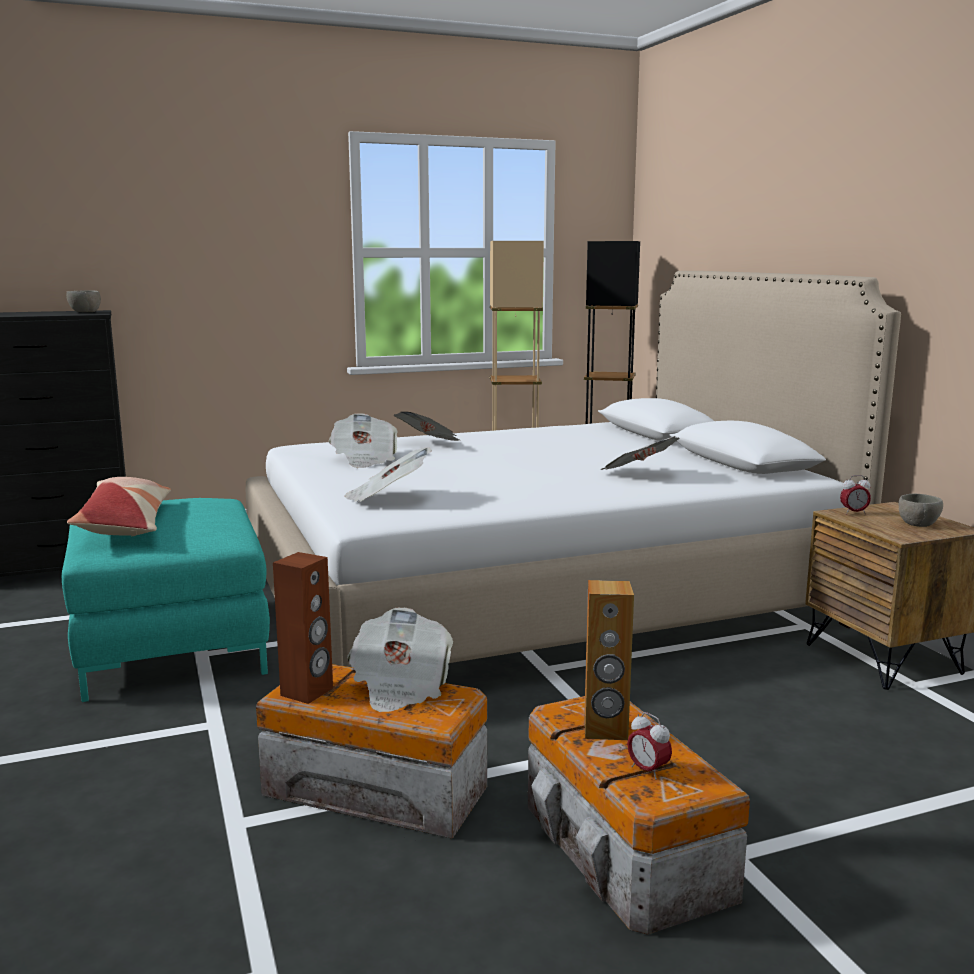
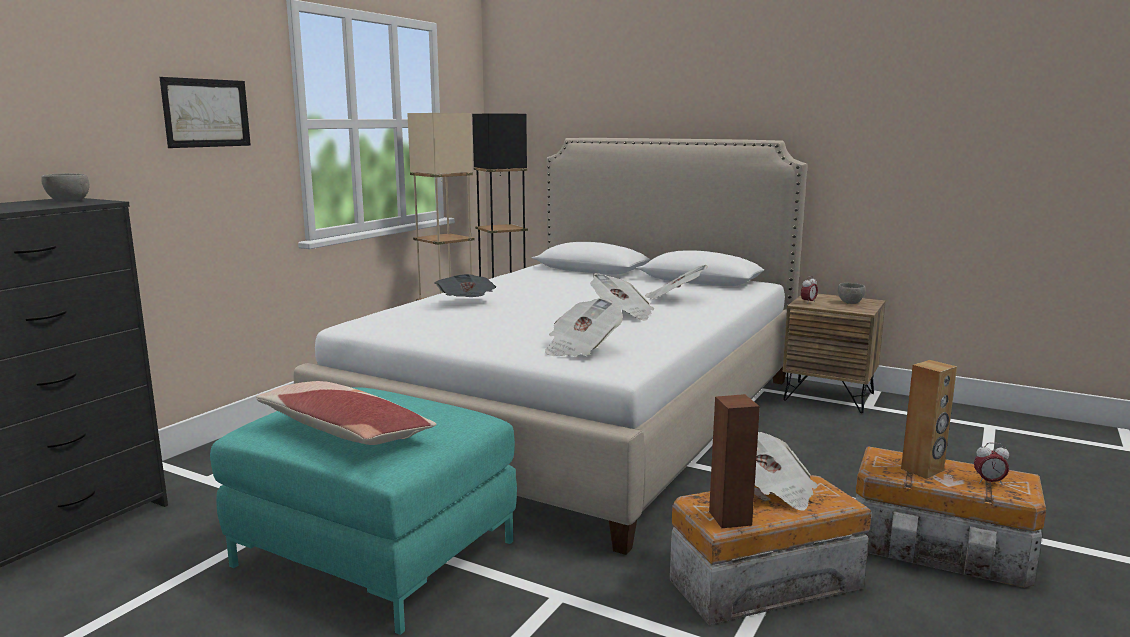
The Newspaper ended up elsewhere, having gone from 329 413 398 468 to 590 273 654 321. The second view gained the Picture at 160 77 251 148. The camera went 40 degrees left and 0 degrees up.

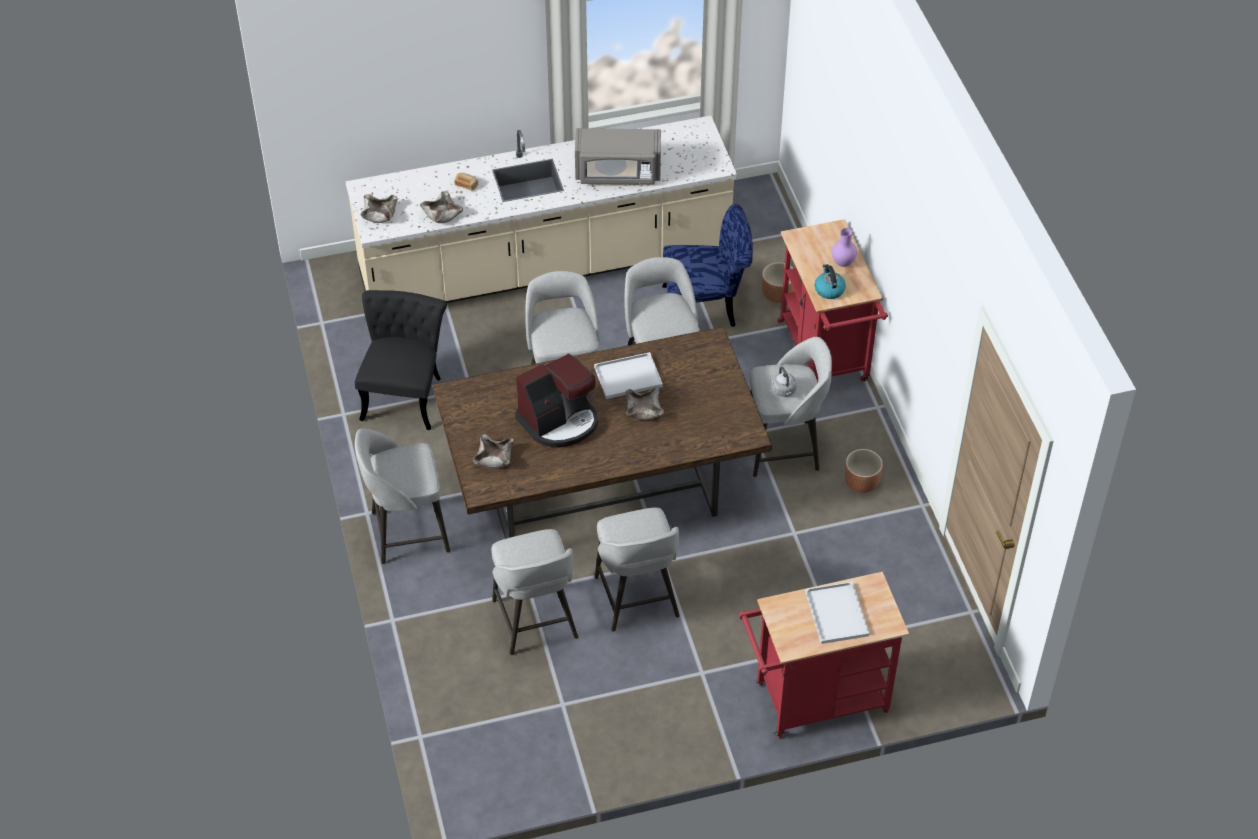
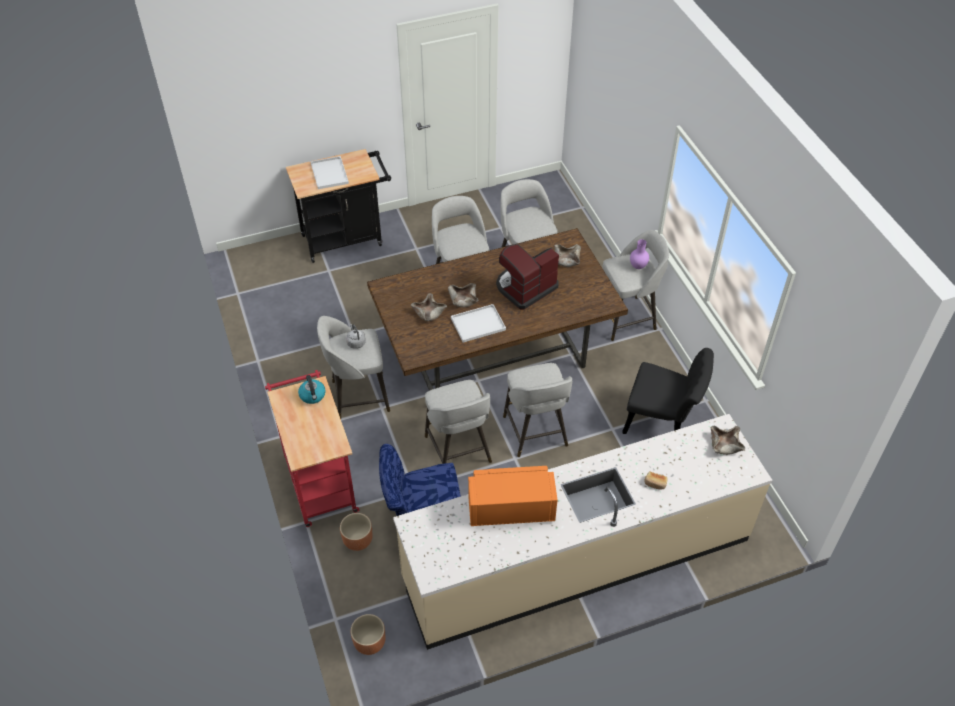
The BlackChair at 355 290 447 430 ended up facing another way, 75 degrees counterclockwise from before. The BeigeBowl ended up elsewhere, having gone from 420 192 463 223 to 411 293 447 321. What was the GreyMicrowave at 575 128 661 185 turned into the OrangeMicrowave at 468 466 557 526. What was the RedCart at 739 572 909 738 turned into the BlackCart at 286 149 391 263. The PurpleVase ended up elsewhere, having gone from 832 228 857 267 to 630 239 649 269. The BrownPlanter ended up elsewhere, having gone from 844 449 883 493 to 351 614 386 655. The camera went 175 degrees right and 0 degrees up.

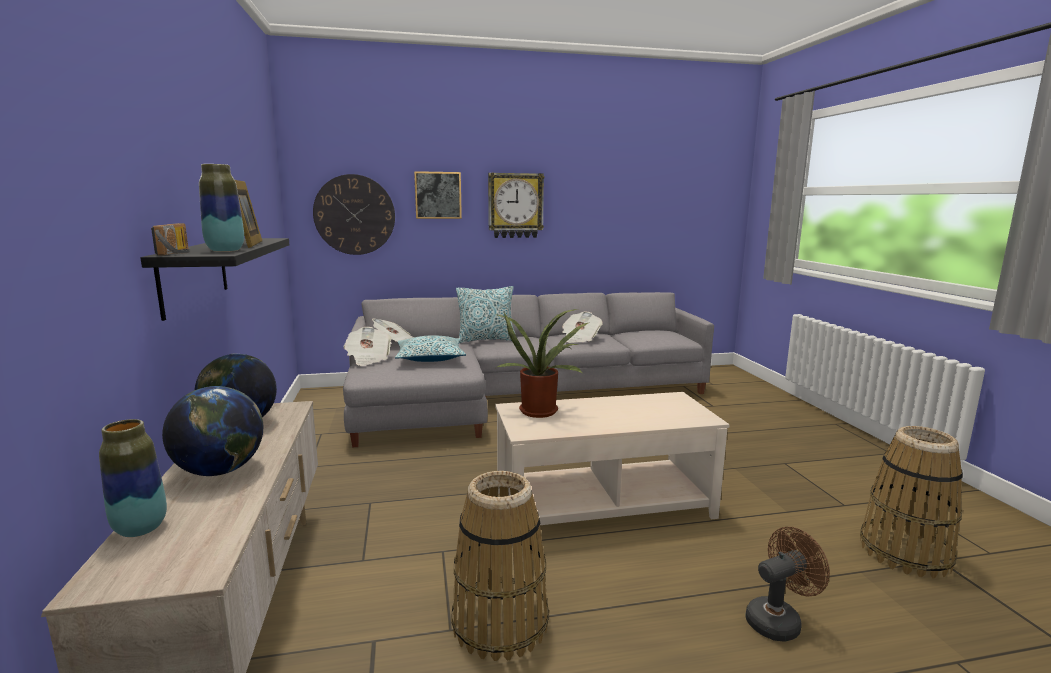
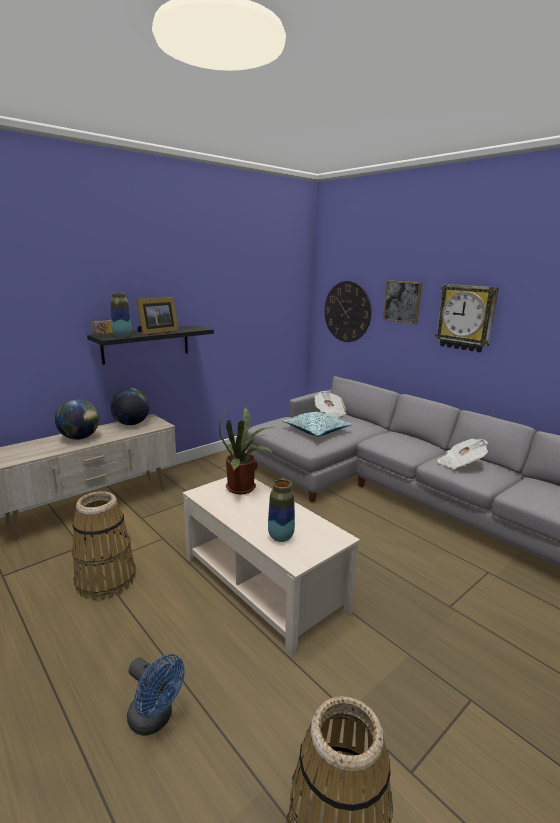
The Vase ended up elsewhere, having gone from 99 419 167 537 to 268 479 295 542. The second view lost the Newspaper at 344 327 392 366. The second view lost the Pillow at 456 286 515 343. What was the BrownFan at 745 527 830 642 turned into the BlueFan at 127 654 185 736. The camera went 60 degrees right and 5 degrees up.

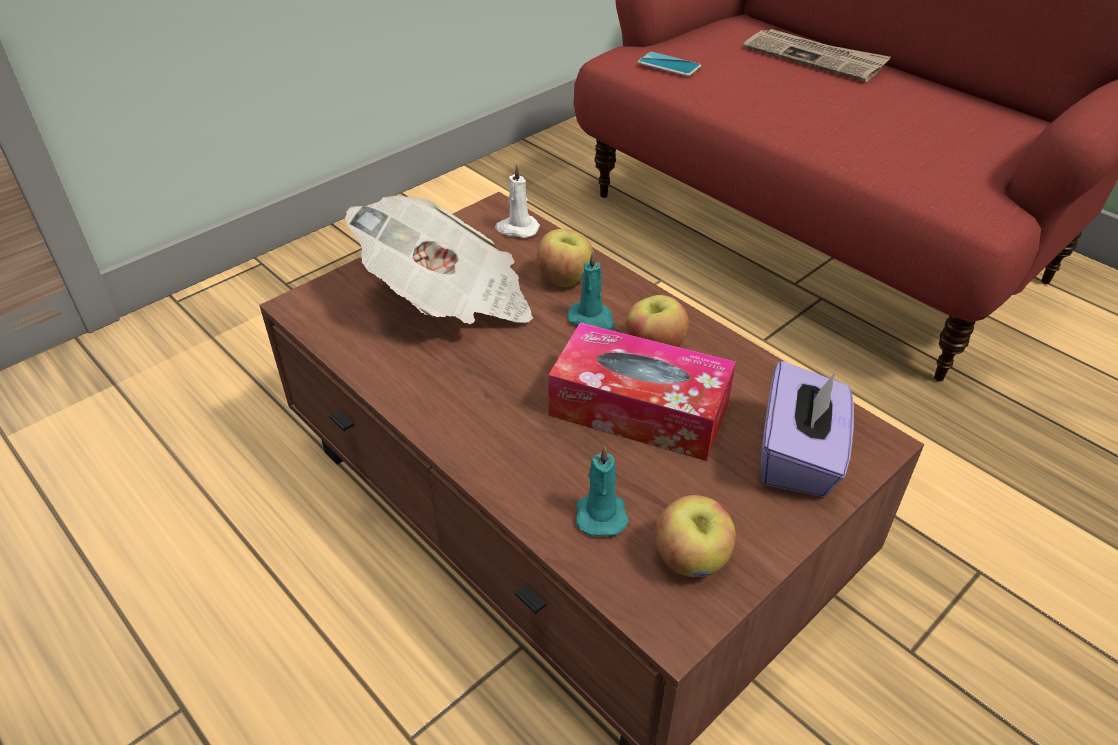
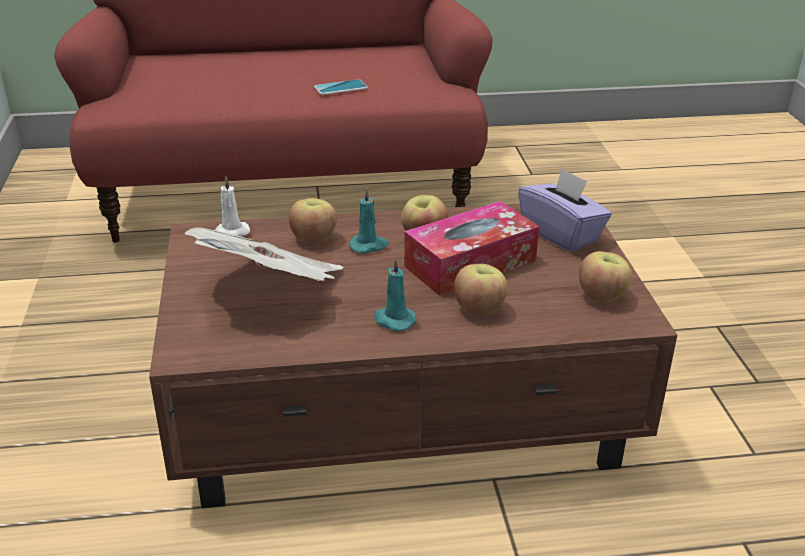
The TurquoiseCandle ended up elsewhere, having gone from 576 445 629 536 to 374 257 416 331. The Phone ended up elsewhere, having gone from 638 52 701 76 to 314 79 368 95. The second view lost the Newspaper at 743 29 891 82. The second view gained the Apple at 454 264 508 316. The camera went 55 degrees left and 10 degrees down.

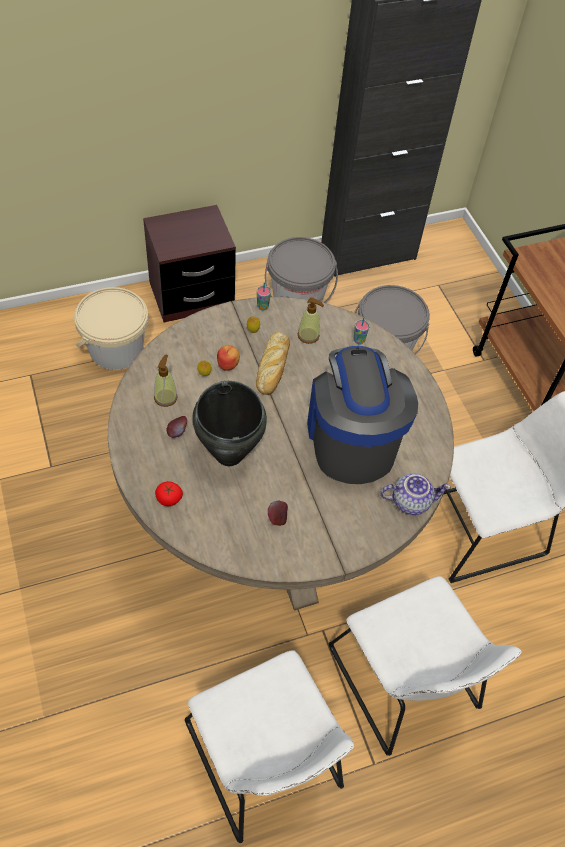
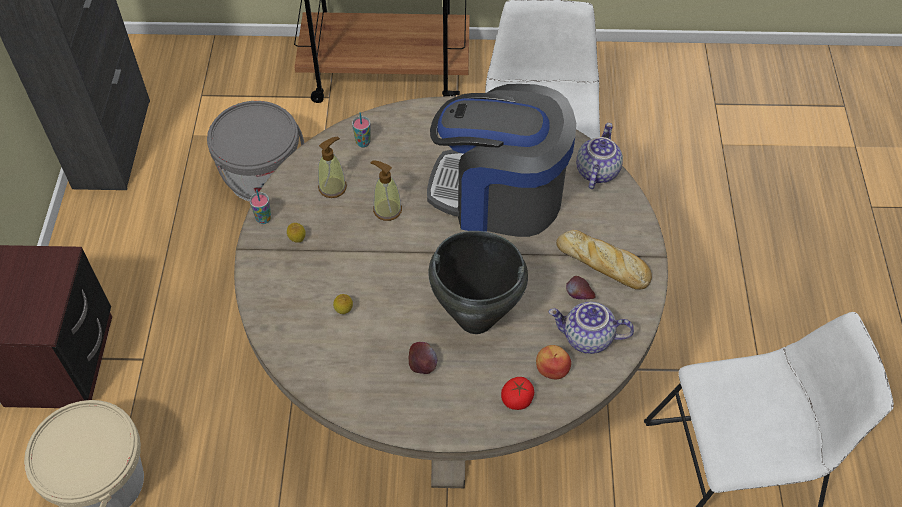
The SoapDispenser ended up elsewhere, having gone from 154 354 178 407 to 371 161 402 221. The Apple ended up elsewhere, having gone from 217 345 240 371 to 536 345 571 379. The Bread ended up elsewhere, having gone from 256 332 290 395 to 556 230 652 290. The second view lost the GreyBucket at 265 237 338 303. The second view lost the WhiteChair at 329 576 522 756. The second view gained the Teapot at 549 302 634 354. The camera went 65 degrees left and 0 degrees up.

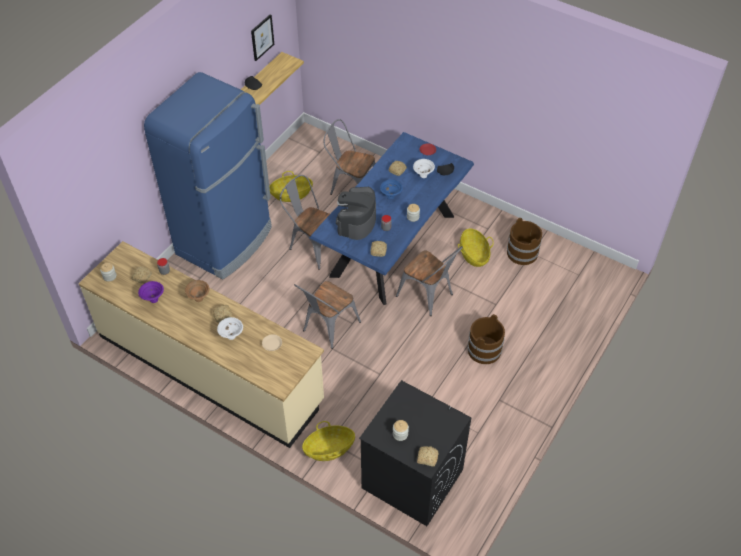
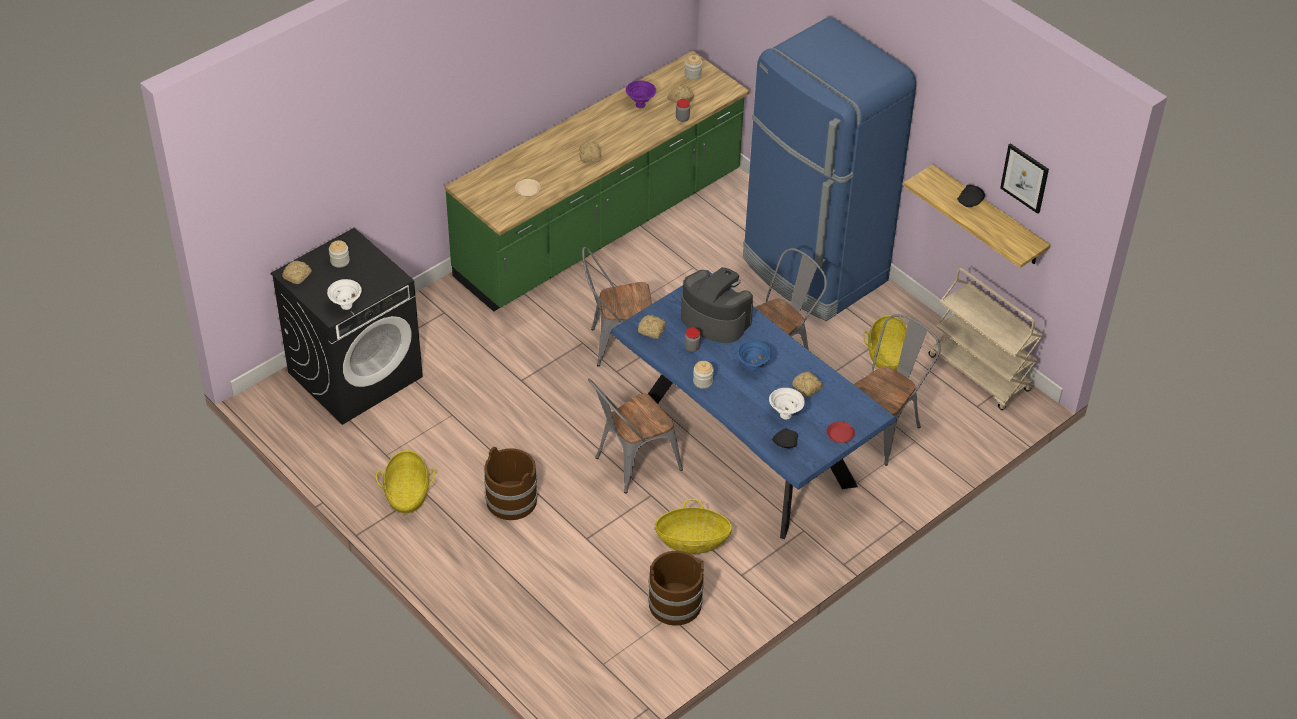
What was the BeigeCounter at 78 241 324 448 turned into the GreenCounter at 444 51 749 312. The second view lost the BrownBowl at 185 280 209 302. The WhiteBowl ended up elsewhere, having gone from 217 317 243 340 to 327 279 362 310. The GreyChair at 294 281 361 349 ended up facing another way, 60 degrees counterclockwise from before. The Basket ended up elsewhere, having gone from 302 421 355 461 to 376 450 435 513. The second view gained the BeigeCart at 928 268 1043 410. The camera went 105 degrees right and 5 degrees down.

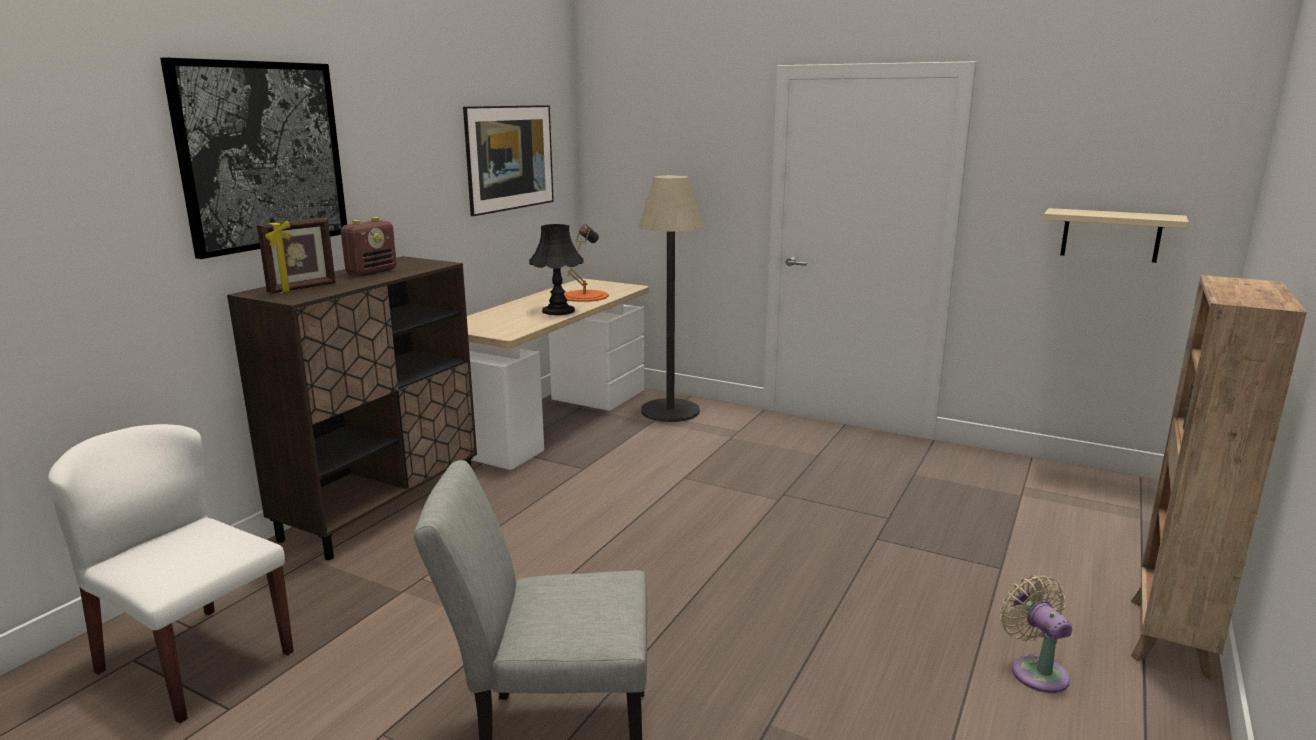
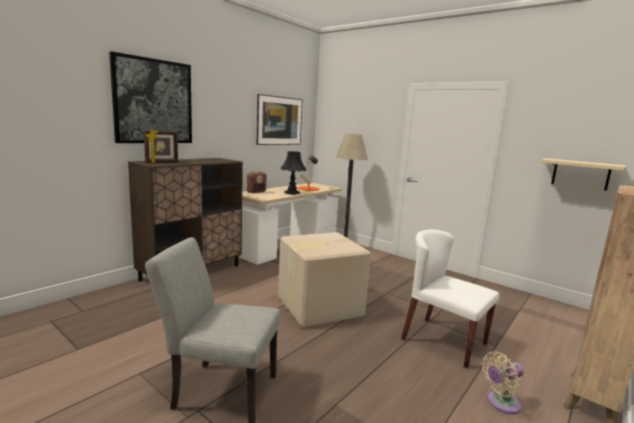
The WhiteChair ended up elsewhere, having gone from 48 424 294 723 to 401 229 499 368. The Radio ended up elsewhere, having gone from 341 217 397 276 to 247 171 266 193. The BeigeFan at 1000 575 1072 693 ended up facing another way, 105 degrees counterclockwise from before. The second view gained the CardboardBox at 278 232 371 328. The camera went 10 degrees right and 5 degrees down.

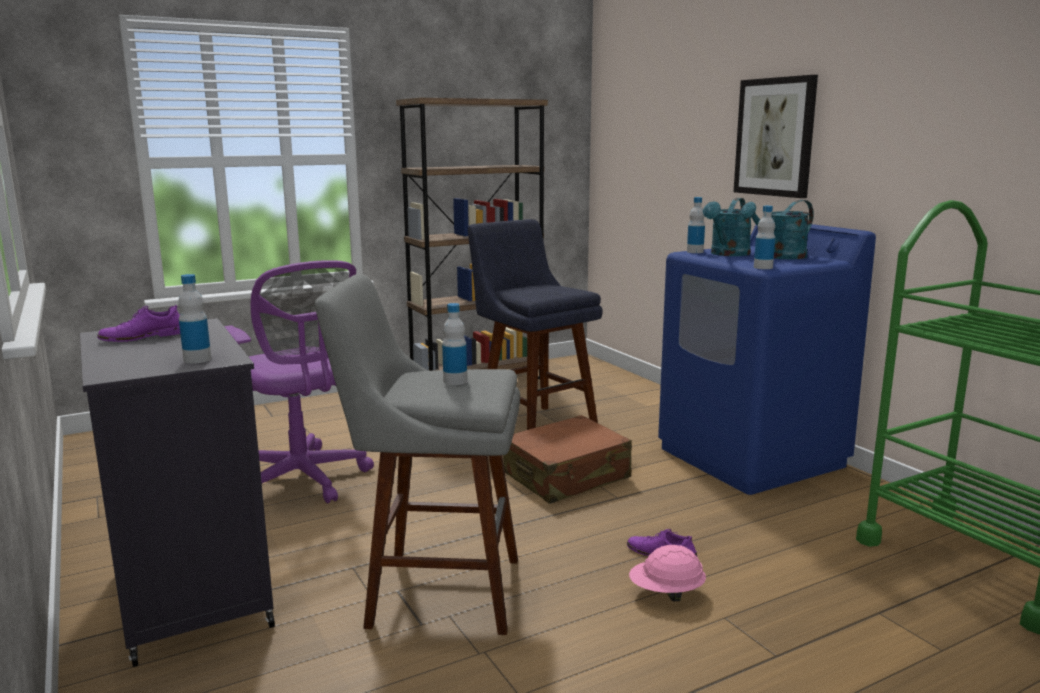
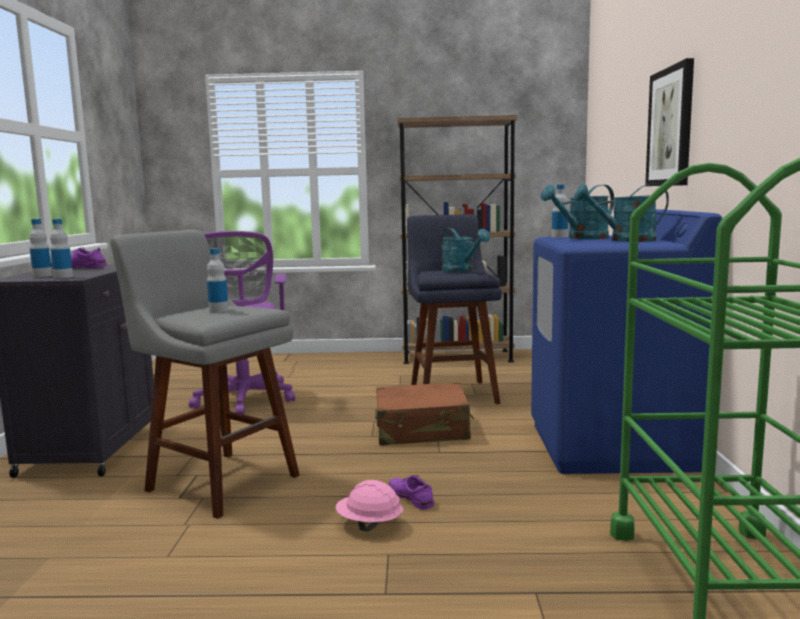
The Bottle ended up elsewhere, having gone from 754 206 775 269 to 29 219 52 277. The second view gained the TurquoiseWateringCan at 441 228 490 273. The camera went 30 degrees right and 5 degrees down.

